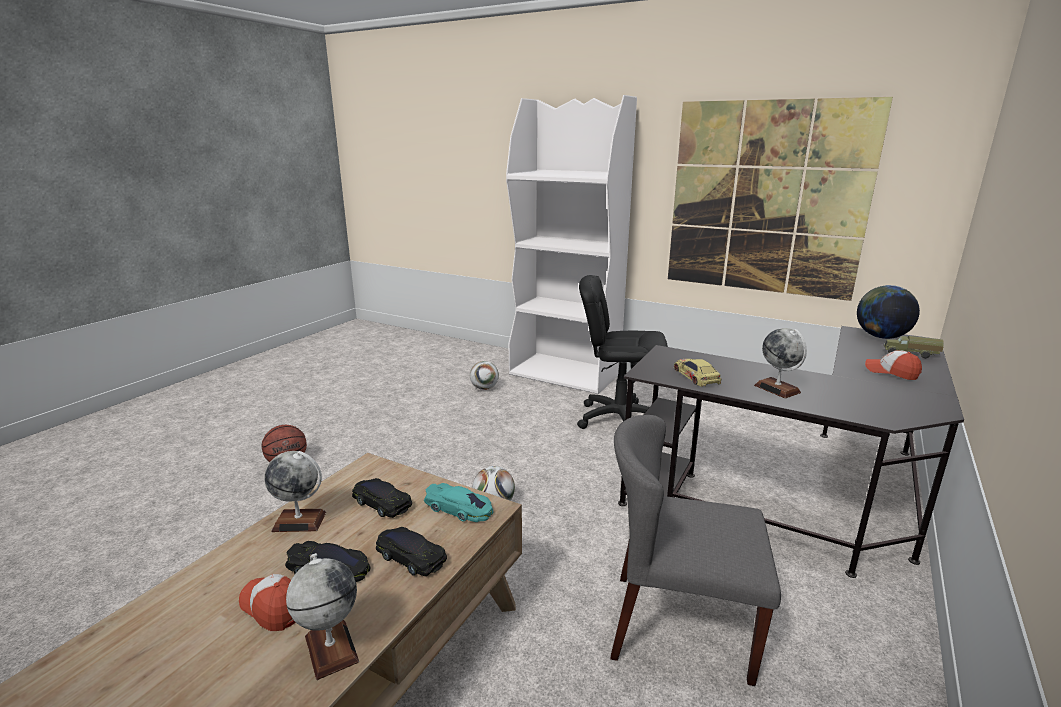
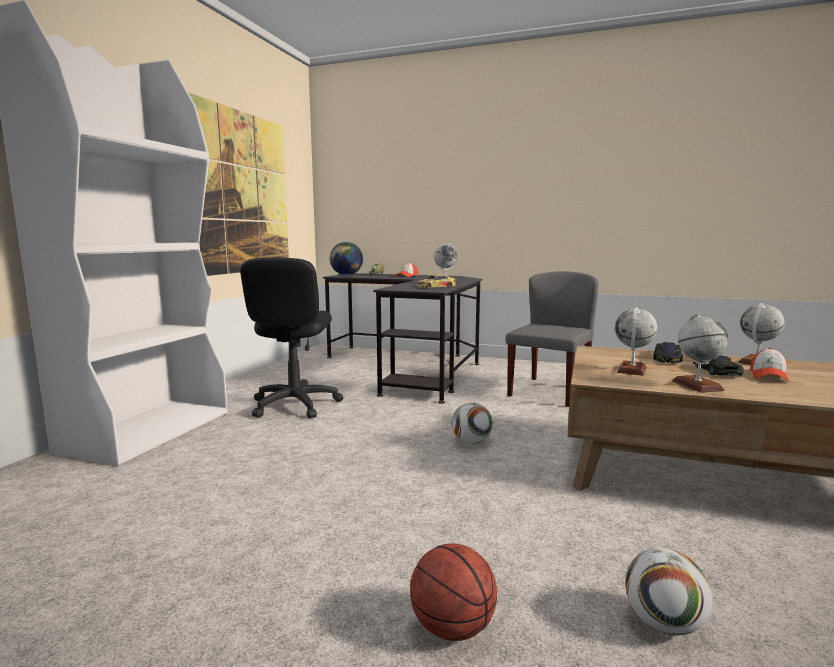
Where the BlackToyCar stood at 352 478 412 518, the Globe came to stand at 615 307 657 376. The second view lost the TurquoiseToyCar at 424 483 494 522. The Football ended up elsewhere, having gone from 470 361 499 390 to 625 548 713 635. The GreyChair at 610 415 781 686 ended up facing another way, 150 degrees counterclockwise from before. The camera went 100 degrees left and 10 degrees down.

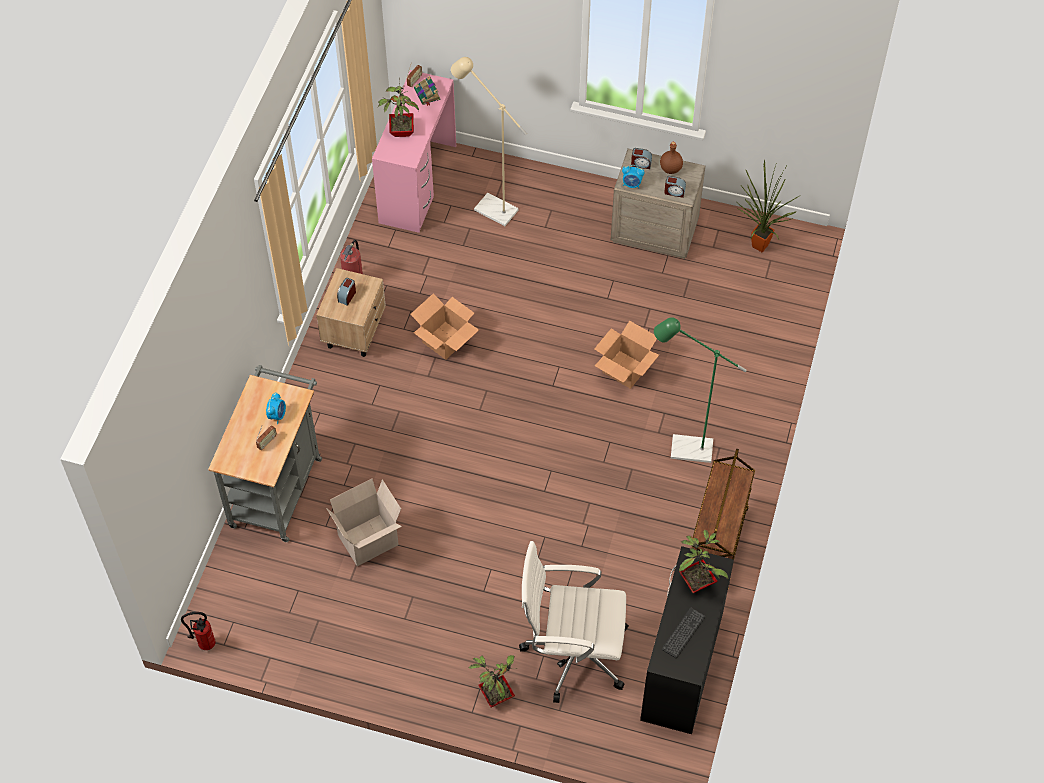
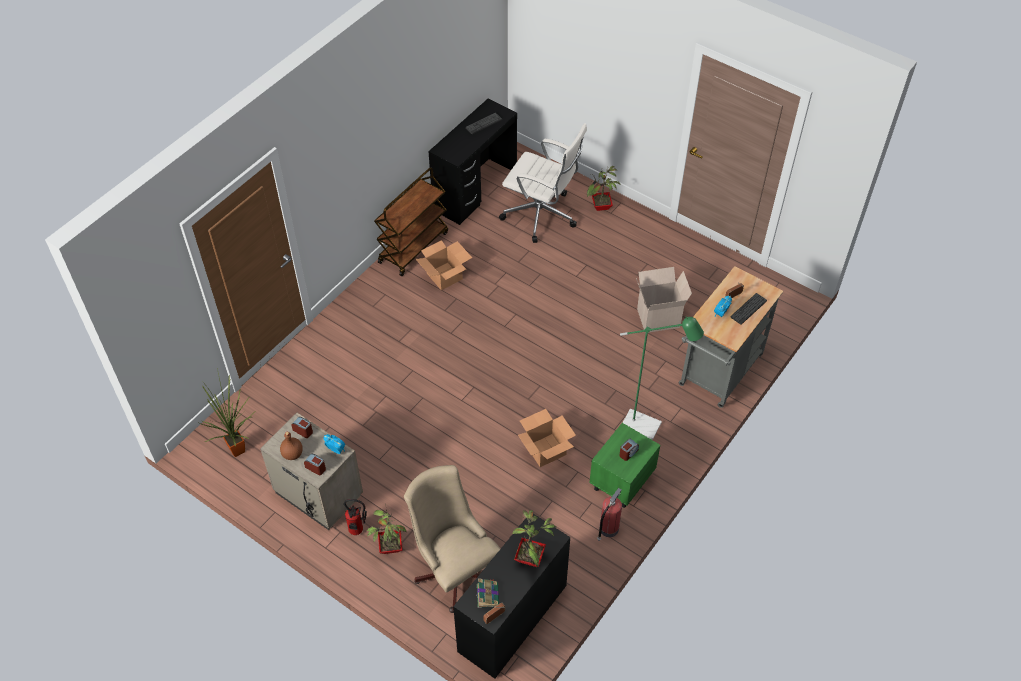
The FireExtinguisher ended up elsewhere, having gone from 181 612 216 650 to 344 499 367 535. What was the BeigeNightstand at 316 268 386 357 turned into the GreenNightstand at 589 423 660 508. What was the PinkDesk at 372 70 456 233 turned into the BlackDesk at 453 514 570 679. Where the BeigeFloorLamp stood at 451 57 527 226, the BeigeOfficeChair came to stand at 404 465 501 613. The CardboardBox ended up elsewhere, having gone from 594 320 659 389 to 416 240 472 290. The GreenFloorLamp ended up elsewhere, having gone from 654 317 747 463 to 620 317 704 440. The PottedPlant ended up elsewhere, having gone from 679 530 728 593 to 367 504 407 554. The second view gained the Keyboard at 730 293 767 325. The camera went 160 degrees left and 5 degrees down.

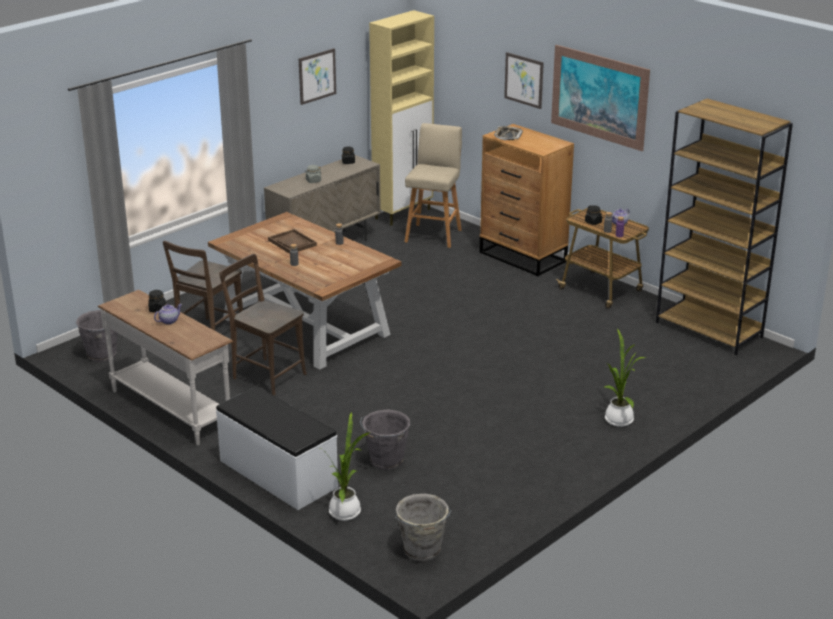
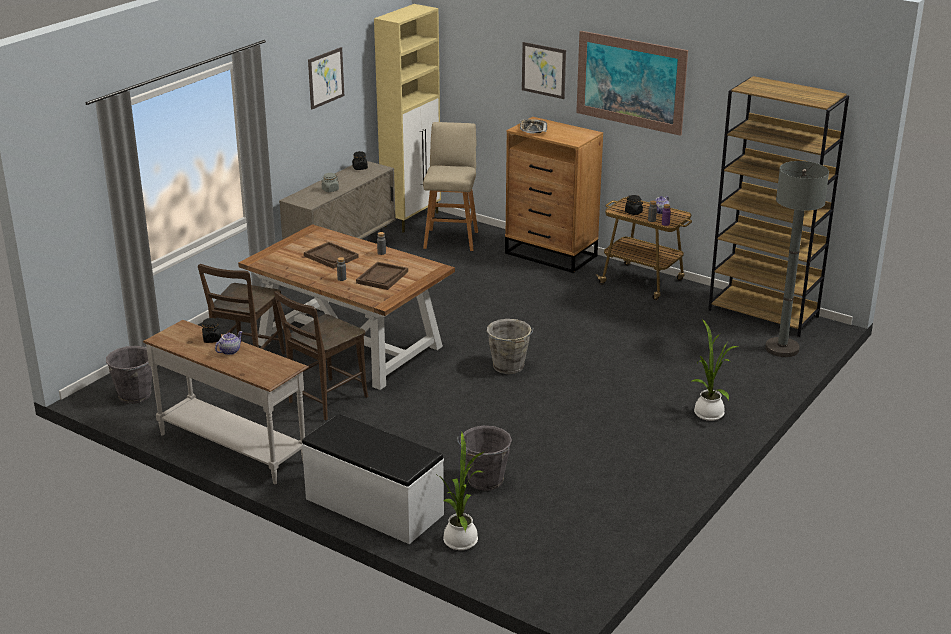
The BrownChair at 219 254 307 395 ended up facing another way, 75 degrees counterclockwise from before. The GreyBucket ended up elsewhere, having gone from 395 494 451 561 to 487 319 533 374. The second view gained the BrownTray at 356 262 408 290. The second view gained the GreyFloorLamp at 765 161 829 357. The camera went 10 degrees left and 0 degrees up.

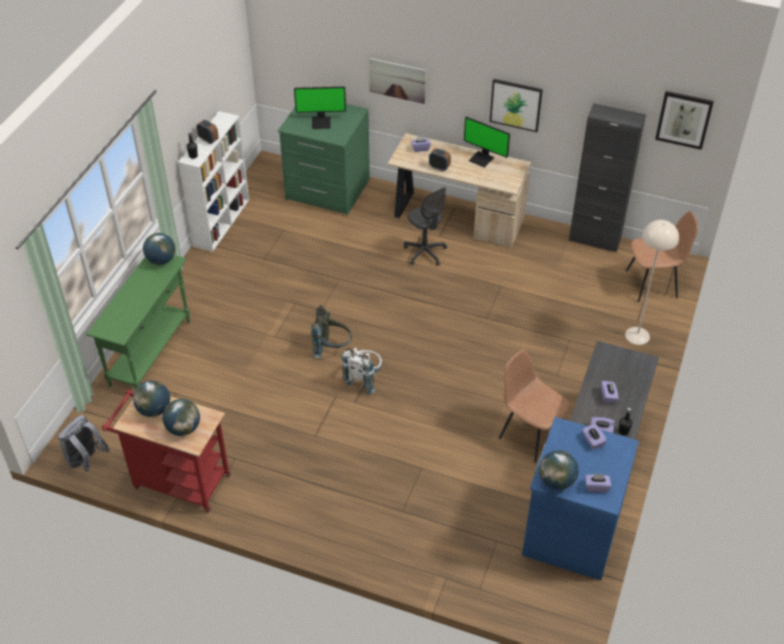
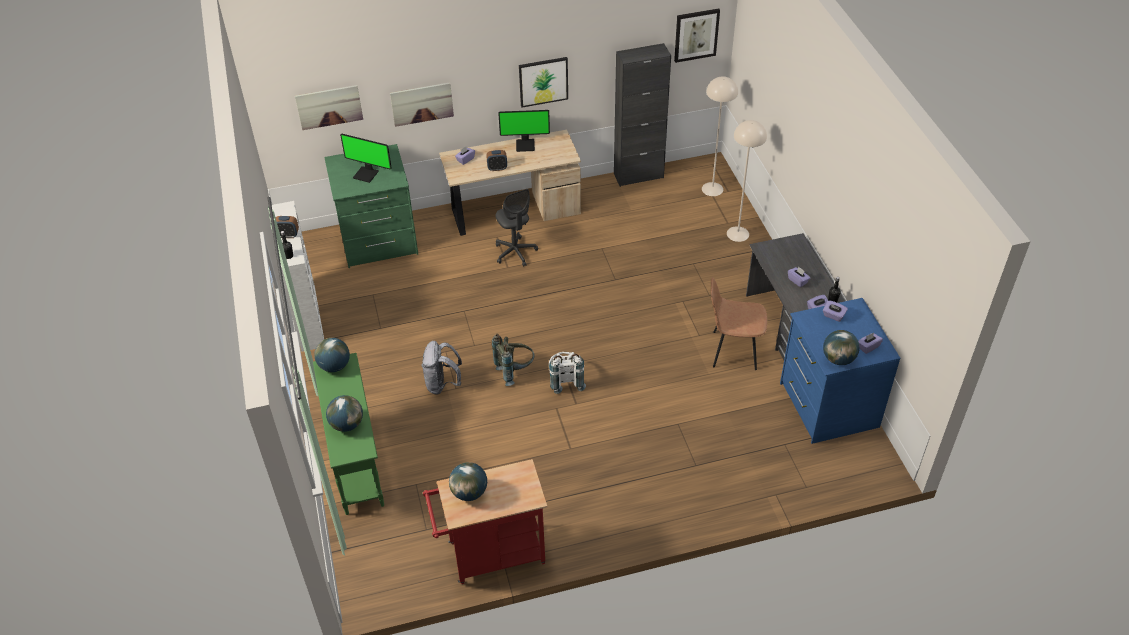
The GreyBackpack ended up elsewhere, having gone from 58 415 110 472 to 421 341 462 395. The Globe ended up elsewhere, having gone from 162 399 200 436 to 326 395 363 432. The Monitor at 294 87 346 129 ended up facing another way, 60 degrees clockwise from before. The GreyOfficeChair at 404 187 447 266 ended up facing another way, 45 degrees clockwise from before. Where the BrownChair stood at 626 211 699 302, the BeigeFloorLamp came to stand at 702 76 738 196. The second view gained the Picture at 295 85 363 130. The camera went 35 degrees left and 0 degrees up.

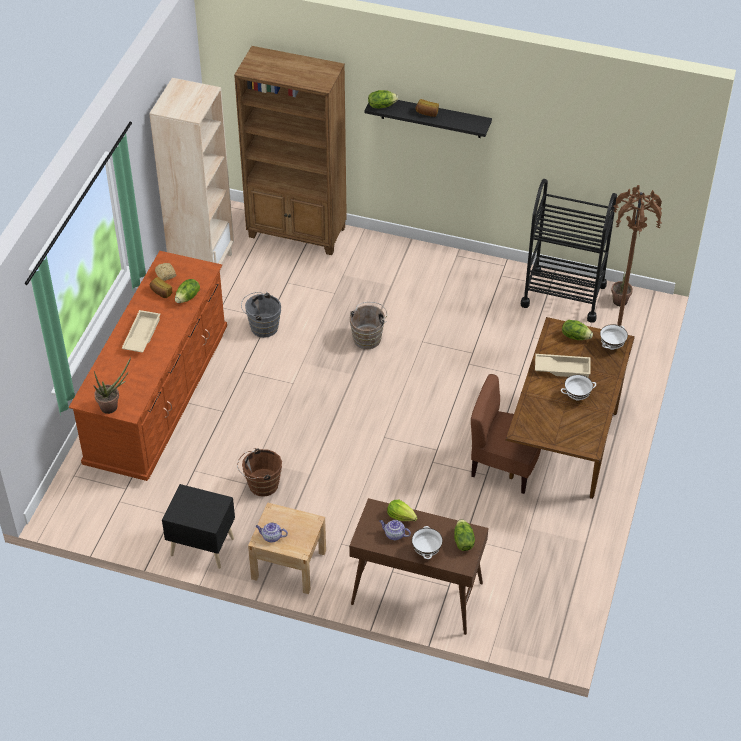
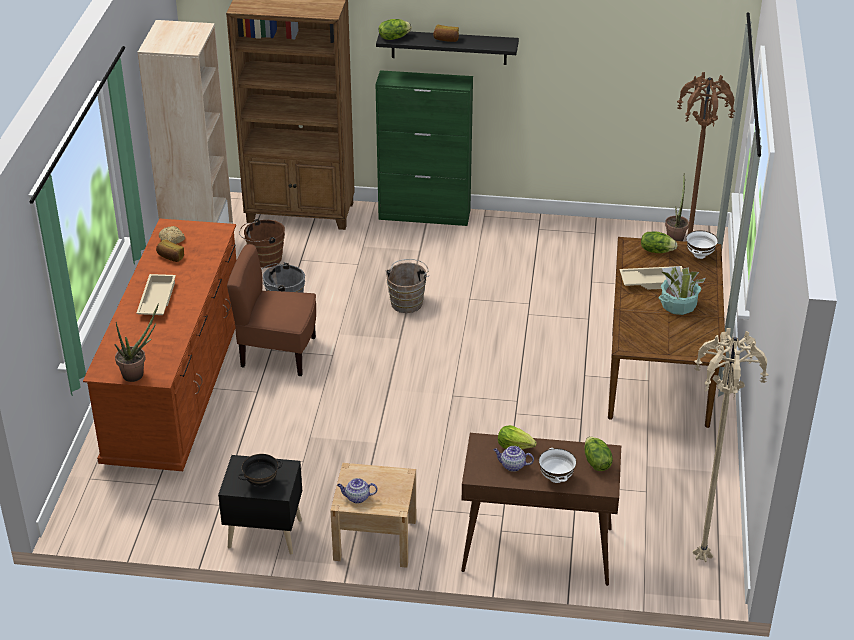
The second view lost the Lettuce at 175 279 200 303. The BrownBucket ended up elsewhere, having gone from 237 448 282 497 to 239 219 285 268. The BrownChair ended up elsewhere, having gone from 471 374 541 494 to 227 244 316 376. The second view lost the BlackCart at 521 179 617 323. Where the WhiteBowl stood at 561 374 596 401, the PottedPlant came to stand at 659 266 706 315. The second view gained the BlackBowl at 238 454 283 487. The second view gained the GreenCabinet at 375 70 473 226. The second view gained the BeigeFloorLamp at 693 328 769 563. The camera went 10 degrees left and 10 degrees down.

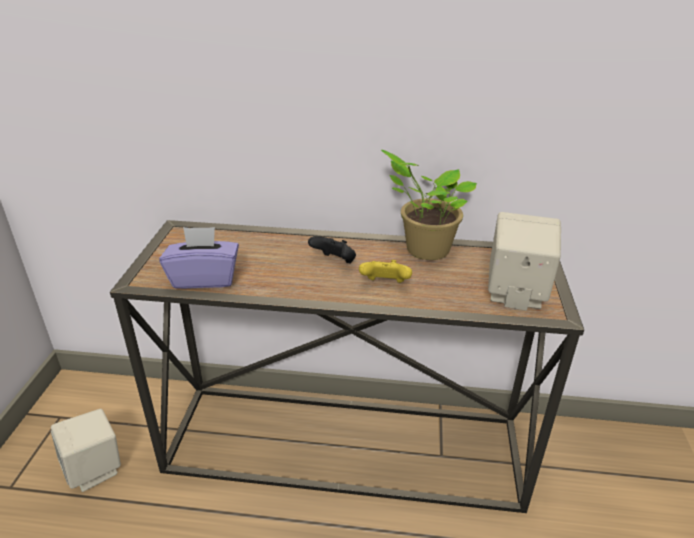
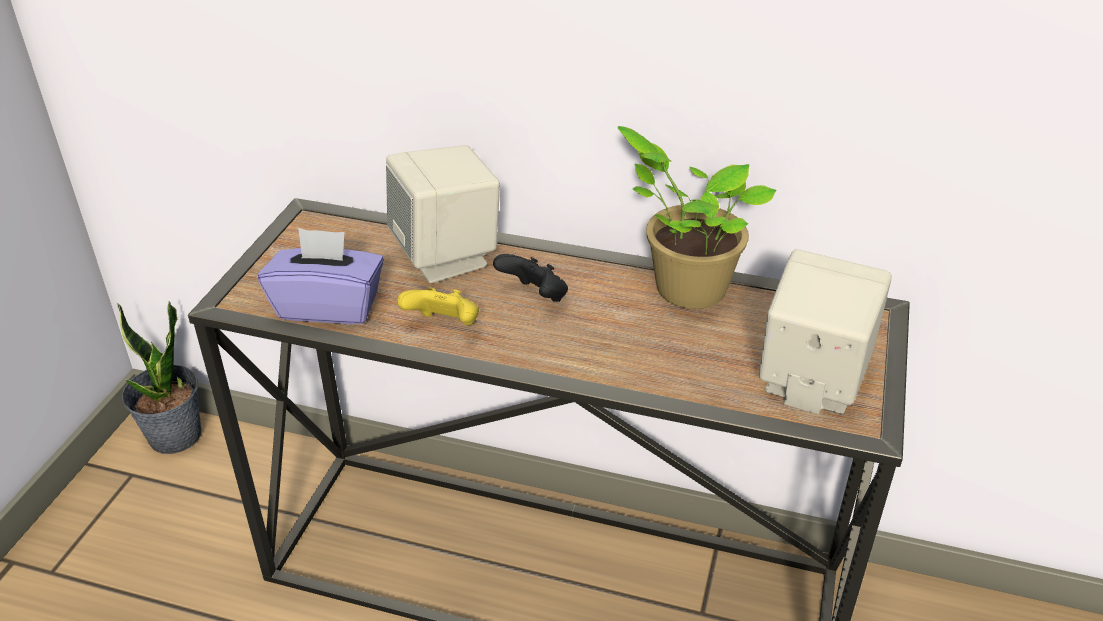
The BeigeSpeaker ended up elsewhere, having gone from 51 409 121 492 to 386 145 500 283. The YellowGameController ended up elsewhere, having gone from 359 260 412 283 to 397 287 479 325. The second view gained the PottedPlant at 117 301 202 454. The camera went 10 degrees right and 5 degrees up.

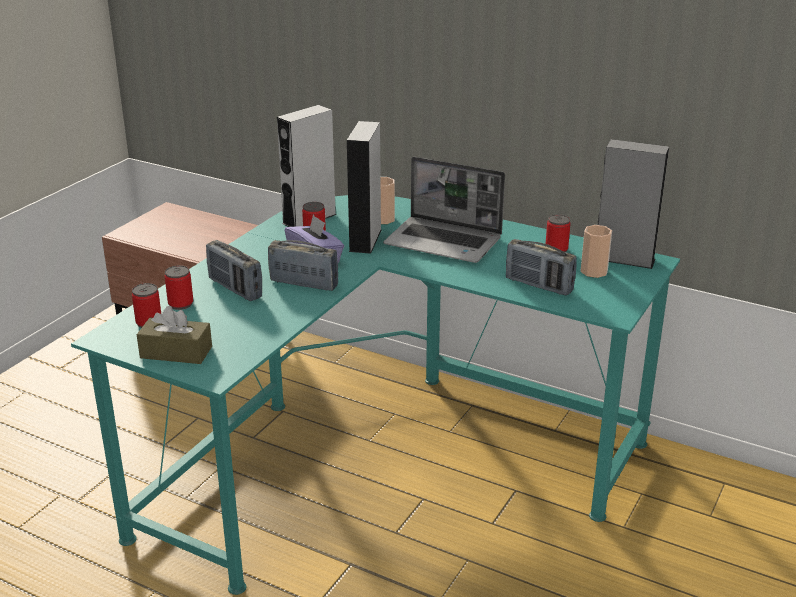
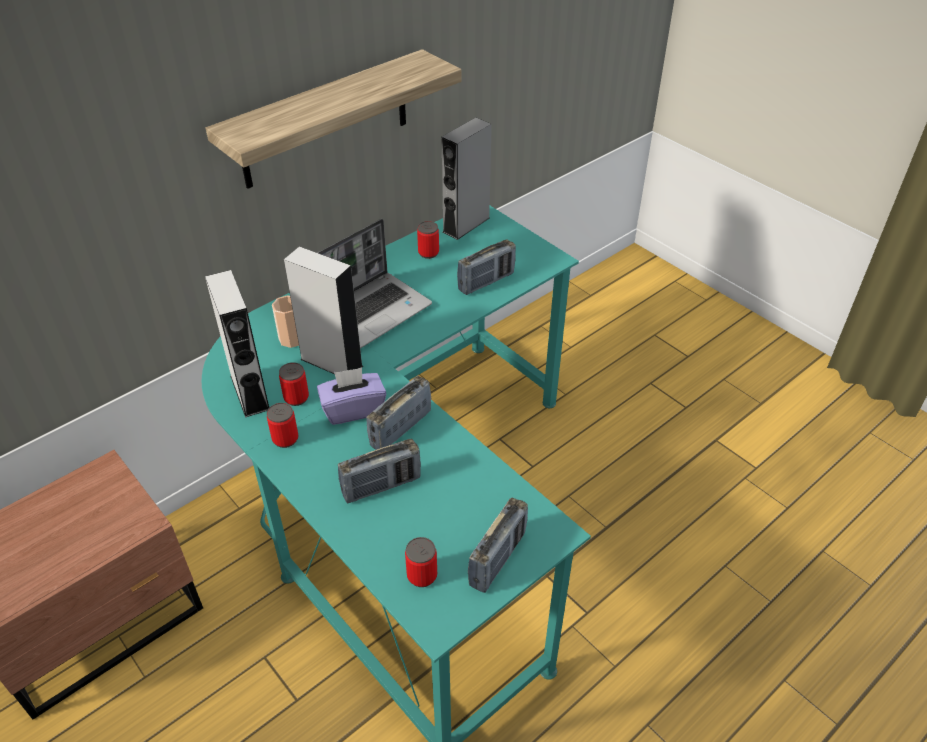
Where the BrownTissueBox stood at 136 306 212 364, the Radio came to stand at 468 498 528 593. The Can ended up elsewhere, having gone from 165 265 193 310 to 267 403 299 448. The second view lost the Cup at 580 225 612 278. The second view gained the Shelf at 206 49 461 189. The camera went 70 degrees left and 15 degrees up.

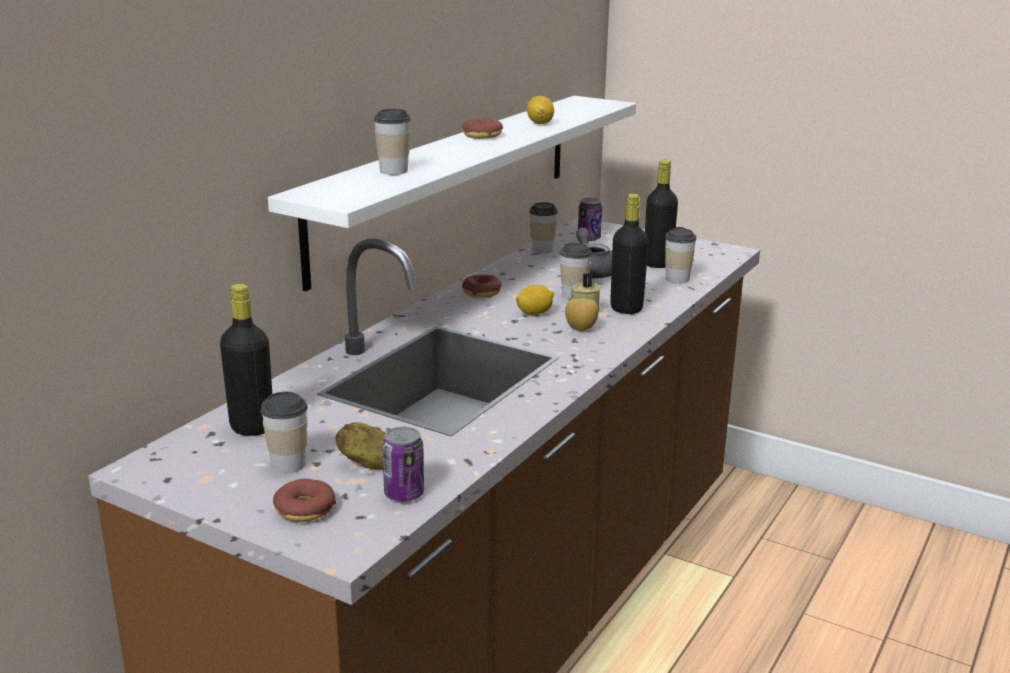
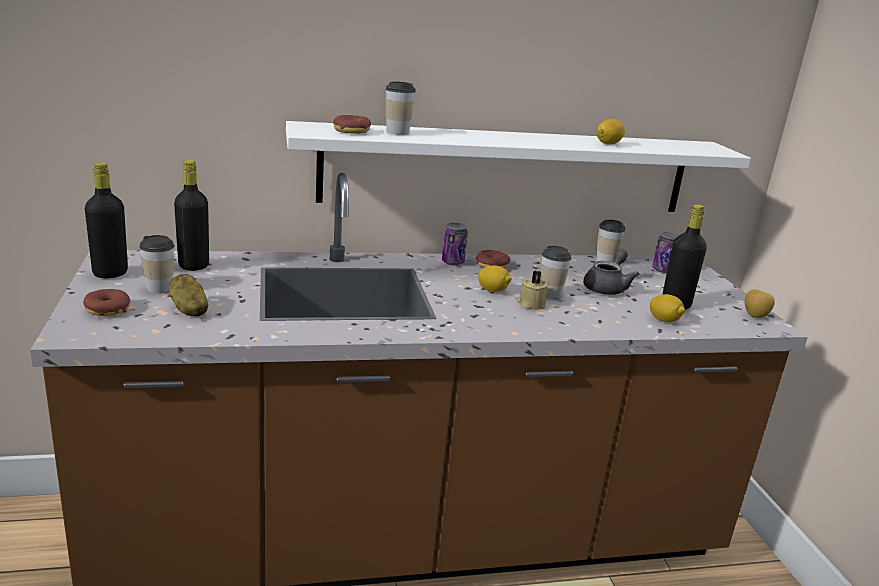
The Can ended up elsewhere, having gone from 382 427 424 502 to 442 223 468 266. The Donut ended up elsewhere, having gone from 462 118 503 139 to 333 115 371 134. The Apple ended up elsewhere, having gone from 565 298 599 331 to 745 289 775 318. The BlackBottle ended up elsewhere, having gone from 610 194 649 314 to 85 162 128 278. Where the Cup stood at 665 227 696 283, the Lemon came to stand at 650 294 686 322. The camera went 45 degrees right and 0 degrees up.

